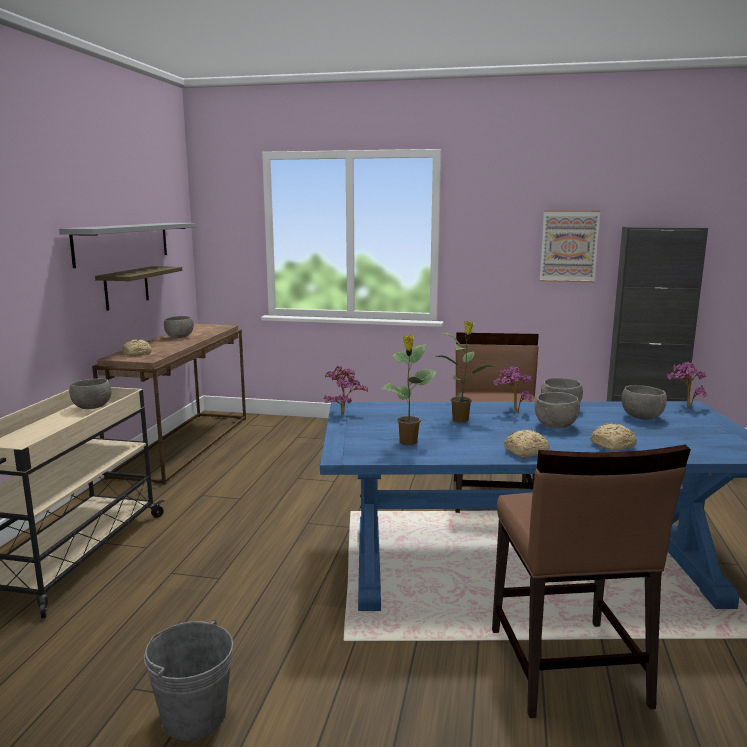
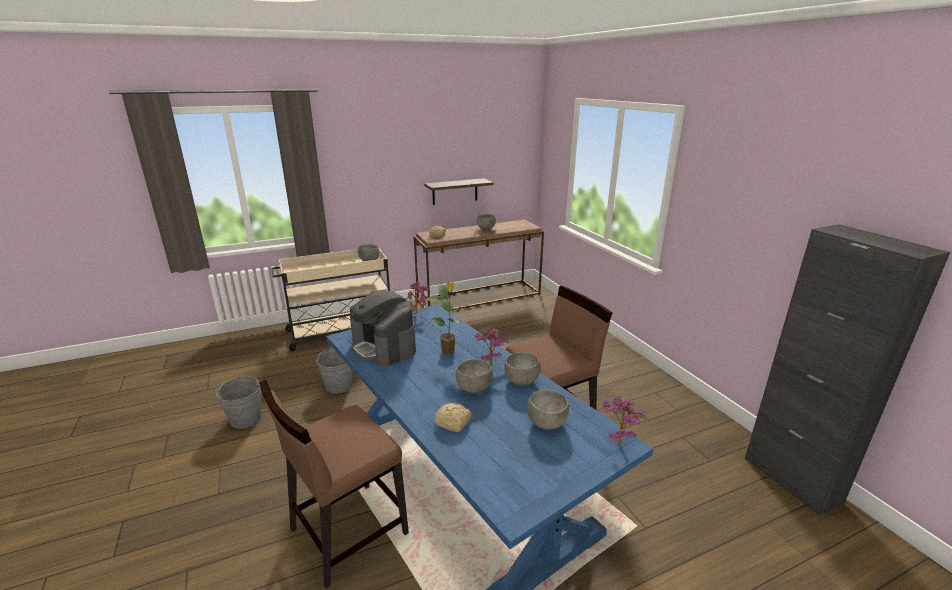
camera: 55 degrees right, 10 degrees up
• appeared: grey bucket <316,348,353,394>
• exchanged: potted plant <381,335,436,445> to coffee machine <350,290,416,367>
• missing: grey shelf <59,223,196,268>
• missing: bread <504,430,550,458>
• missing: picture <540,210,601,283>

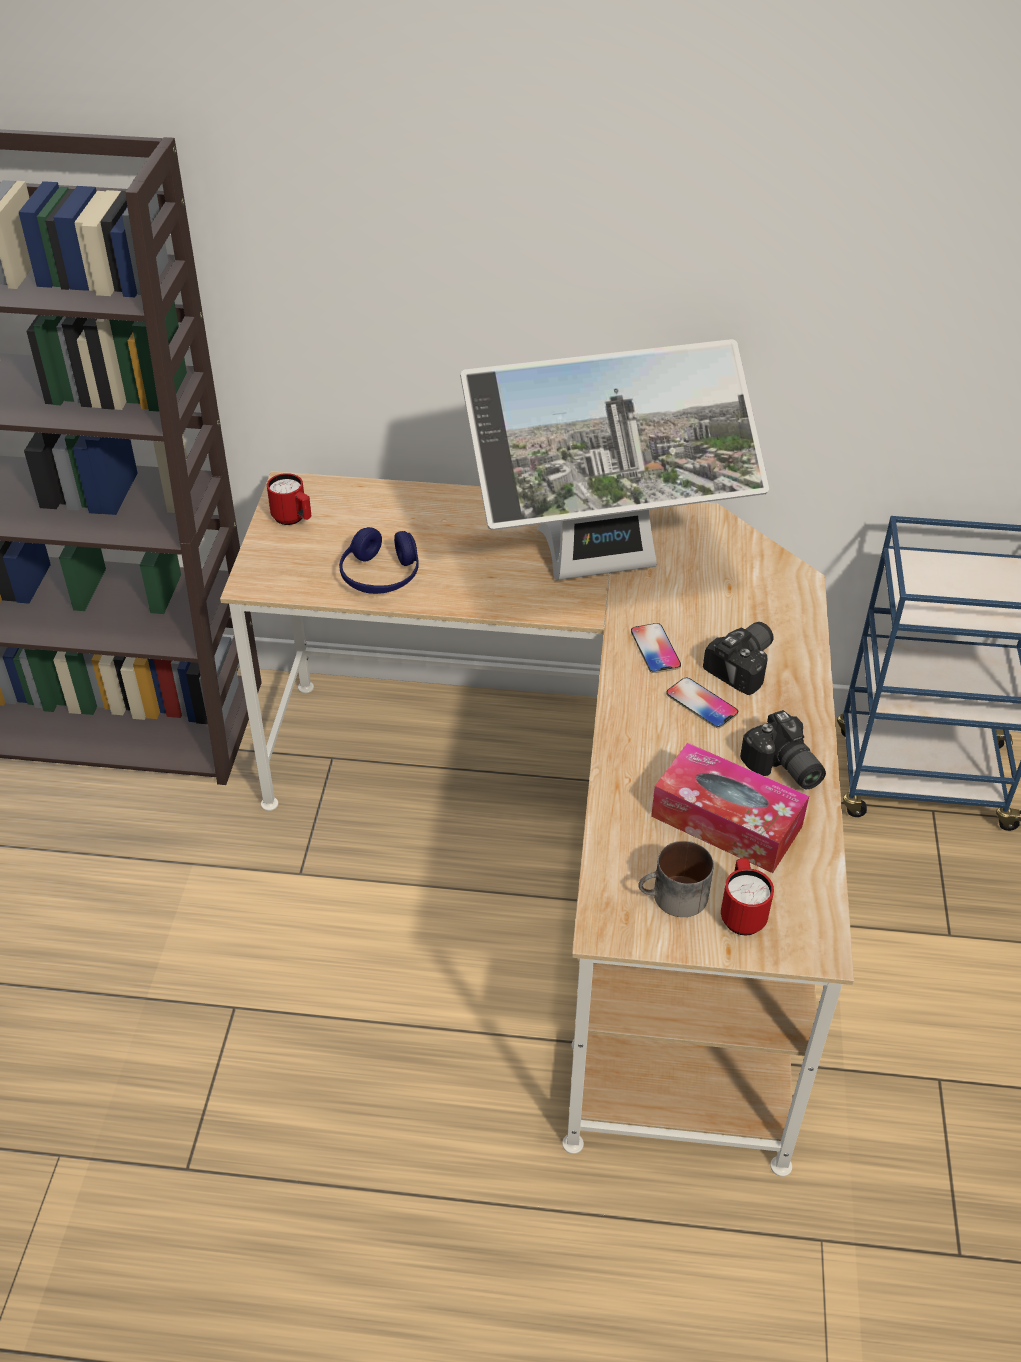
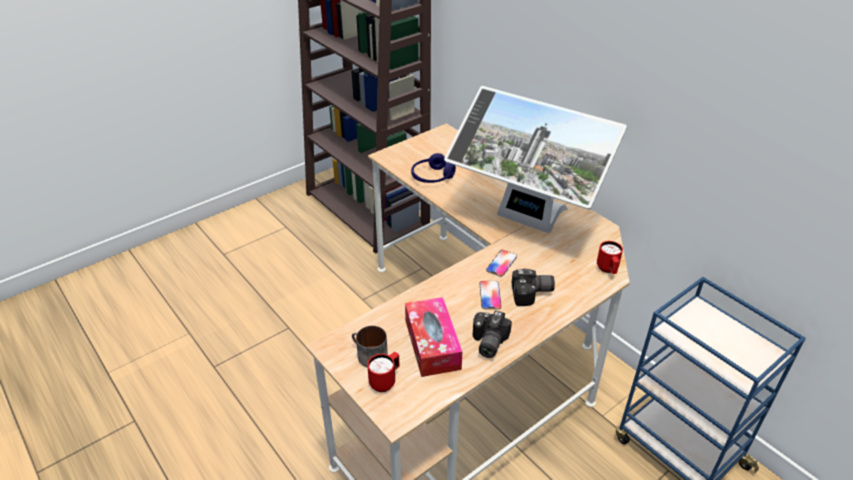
camera: 45 degrees right, 5 degrees down
• relocated: red mug <267,473,311,525> to <597,241,623,274>

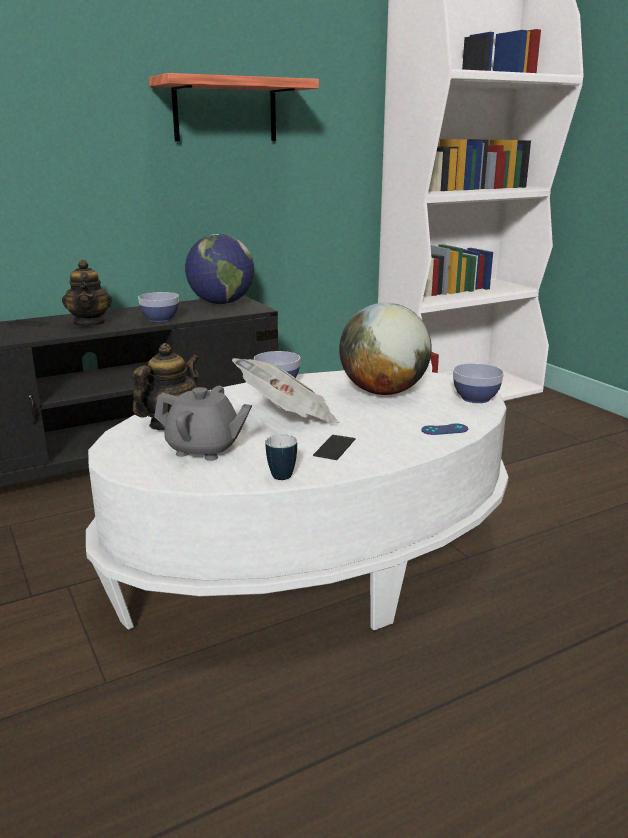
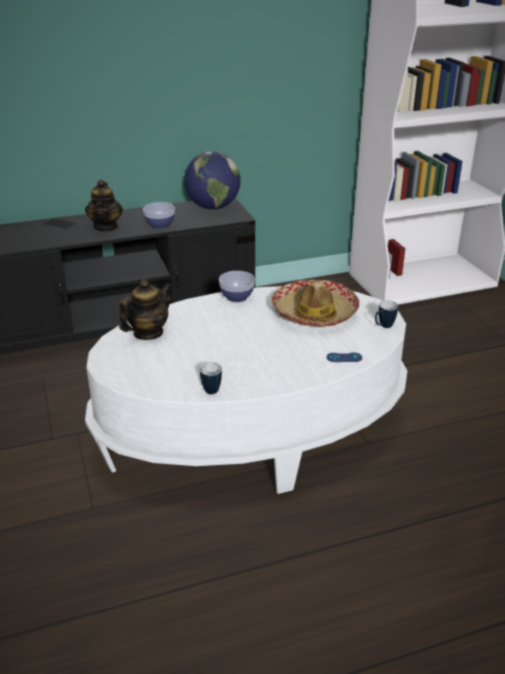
camera: 10 degrees right, 10 degrees up
• exchanged: globe <339,303,432,395> to hat <271,280,360,327>
• exchanged: bowl <453,363,504,403> to mug <375,301,398,328>
• missing: shelf <149,73,319,141>
• missing: grey teapot <154,386,252,461>
• missing: newspaper <232,358,339,423>
• missing: phone <313,435,356,460>

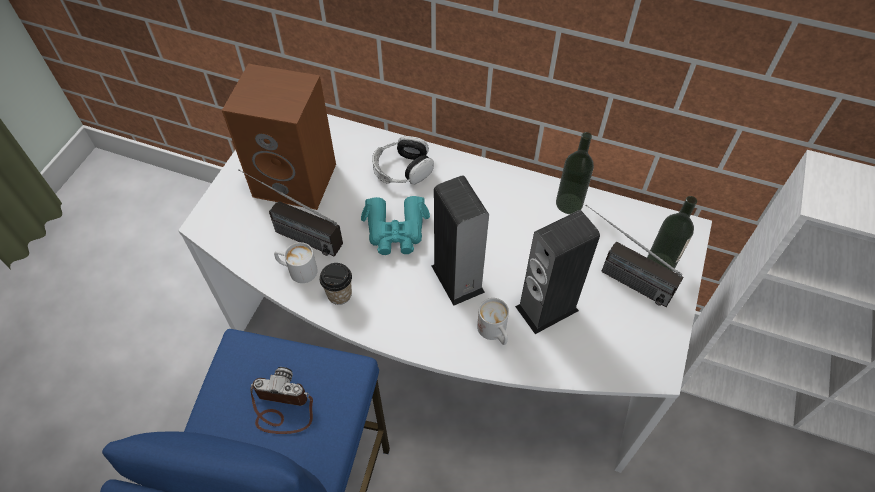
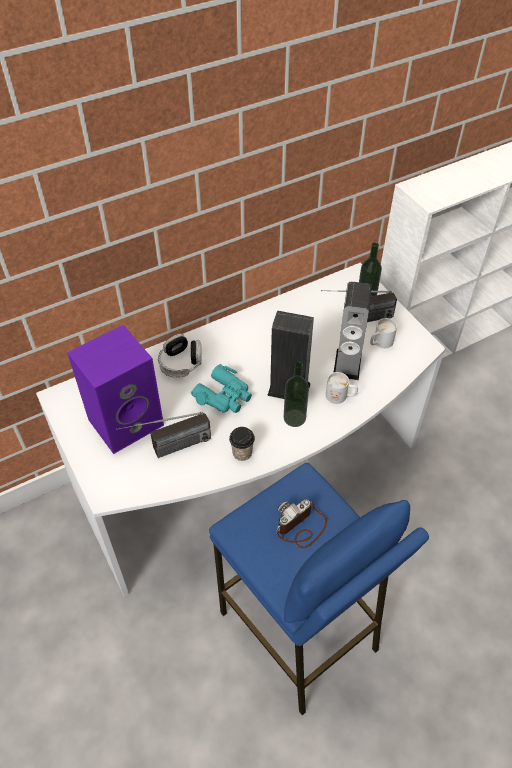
camera: 50 degrees left, 5 degrees down
• colour: brown speaker <222,64,336,210> to purple speaker <67,325,164,454>
• relocated: bottle <556,132,594,214> to <284,362,309,427>
• relocated: white mug <274,242,318,283> to <370,318,397,348>

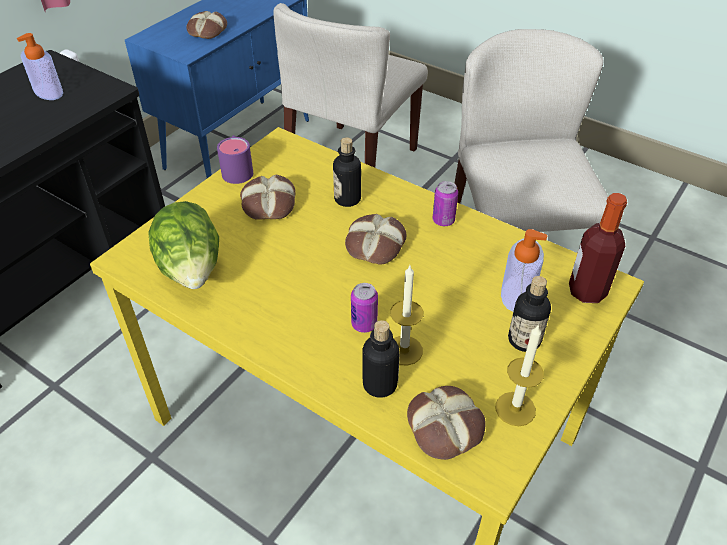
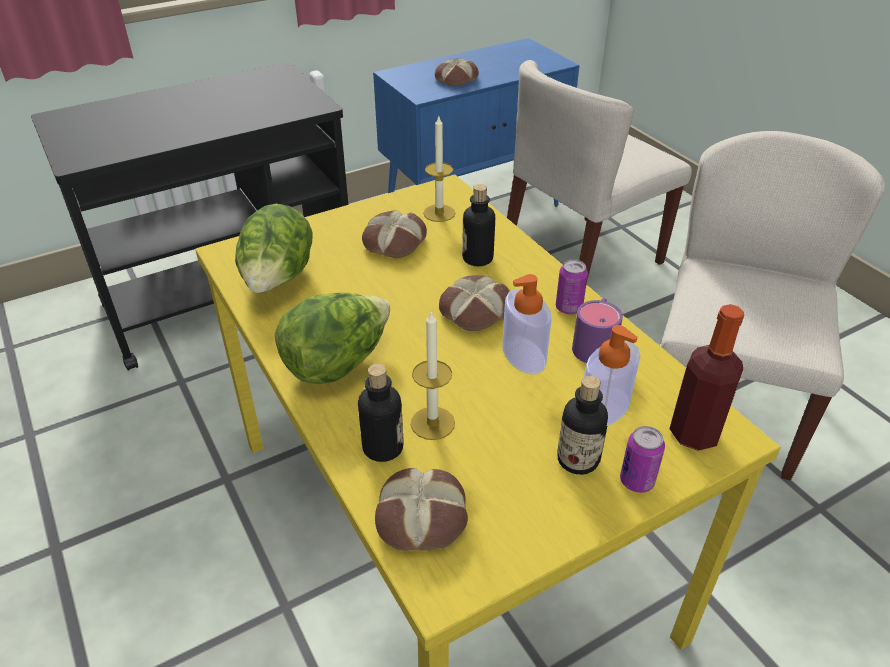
camera: 25 degrees right, 5 degrees down
• appeared: lettuce <275,293,390,384>
• relocated: candle <496,324,544,426> to <423,116,455,222>
• relocated: soap dispenser <17,33,63,100> to <502,274,551,374>
• relocated: purple mug <217,135,253,184> to <572,298,623,363>
• relocated: can <351,283,378,333> to <620,426,665,493>

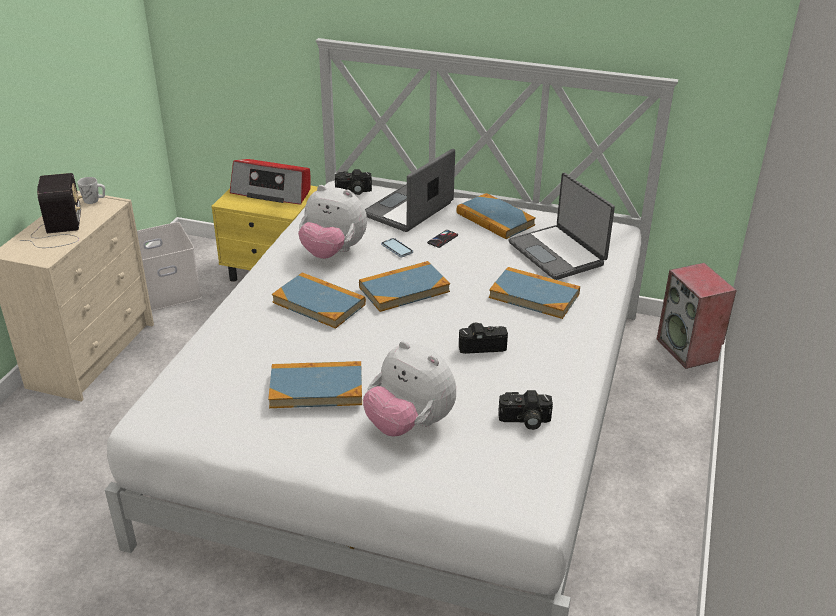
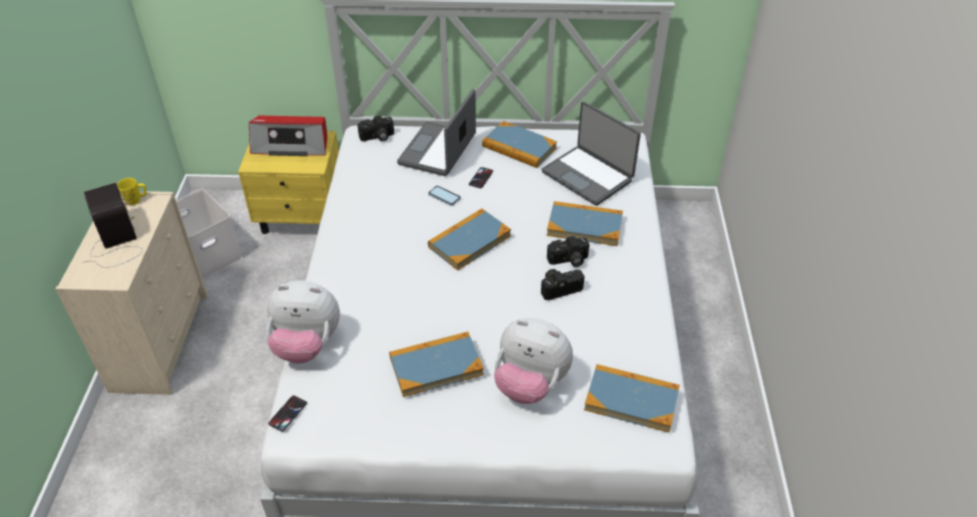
camera: 15 degrees left, 10 degrees up
• colour: white mug <77,177,105,204> to yellow mug <117,178,147,205>
• relocated: plush toy <298,185,367,259> to <266,280,340,364>
• appeared: phone <268,395,307,431>
• relocated: photo camera <498,390,553,430> to <547,236,589,267>
• relocated: book <272,272,366,329> to <584,364,680,433>
• missing: speaker <657,263,737,369>

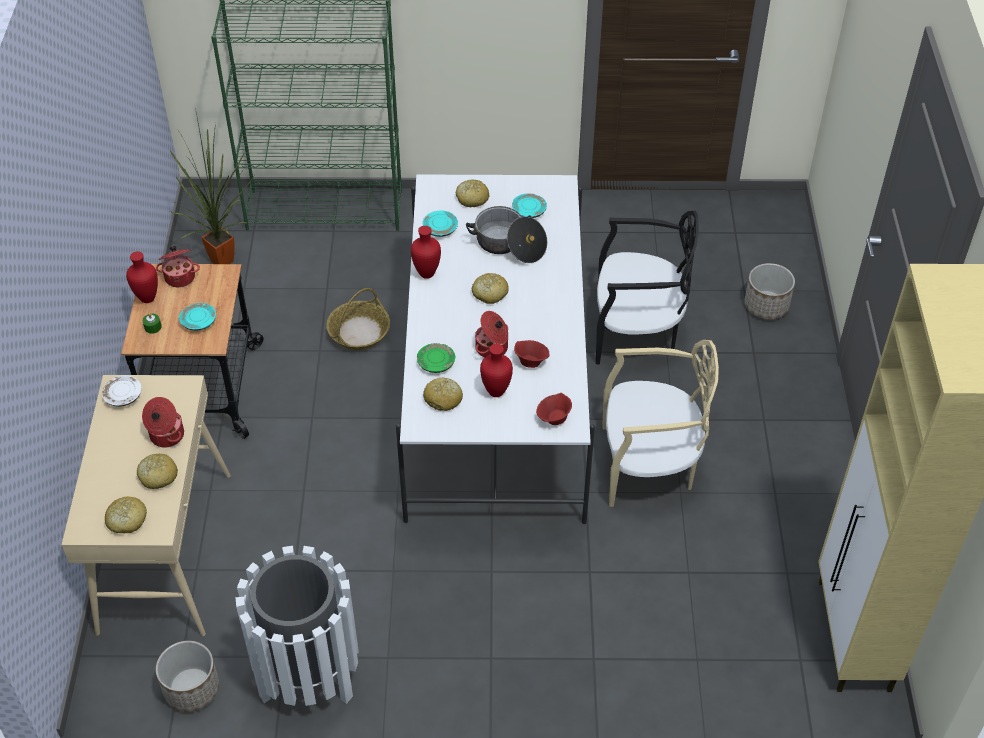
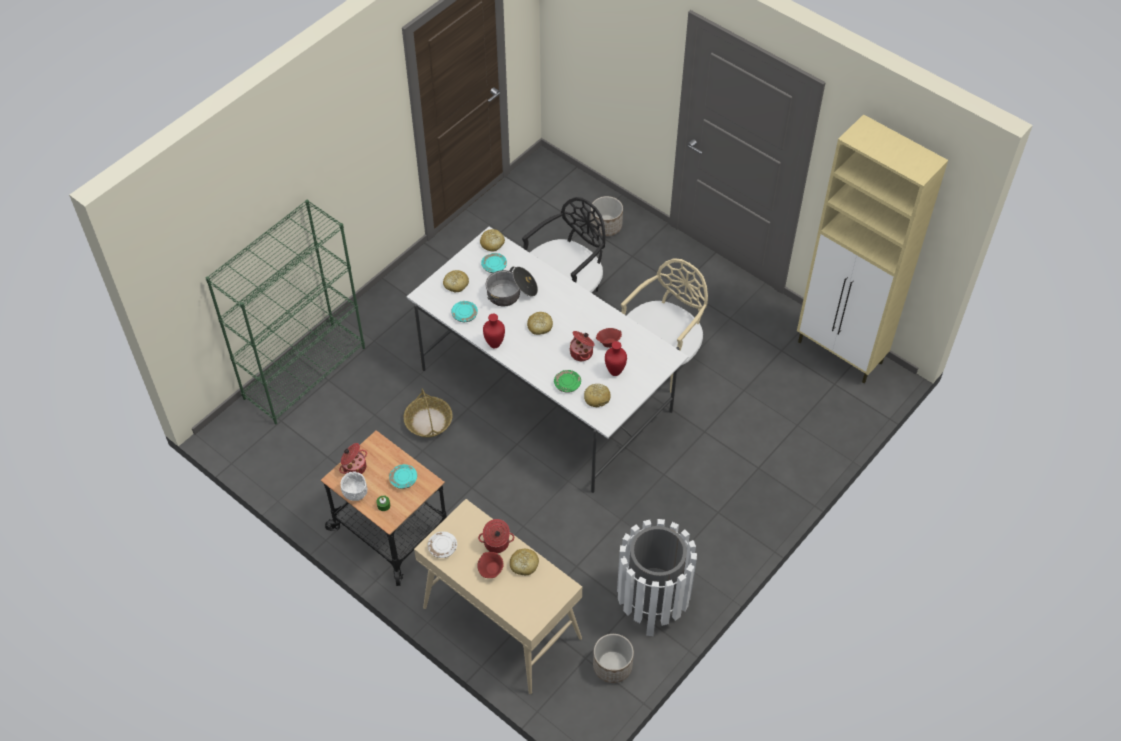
camera: 50 degrees left, 5 degrees up
• exchanged: red vase <126,251,158,303> to white bowl <340,471,367,501>
• relocated: red bowl <536,393,572,425> to <478,552,504,578>
• relocated: bread <105,497,147,533> to <480,229,505,252>
• missing: potted plant <169,108,255,264>

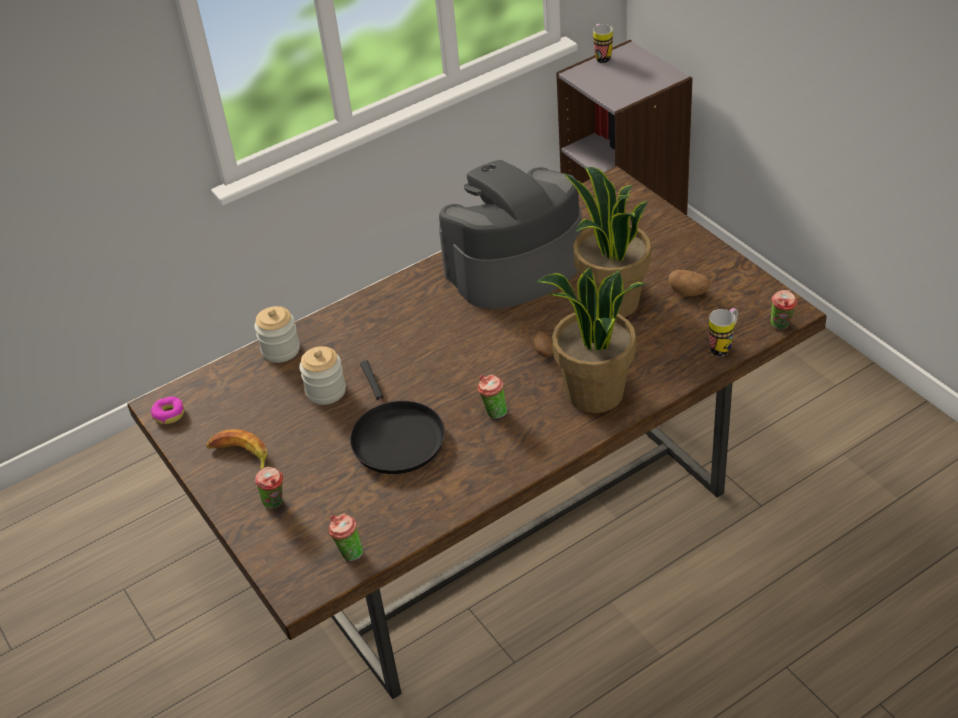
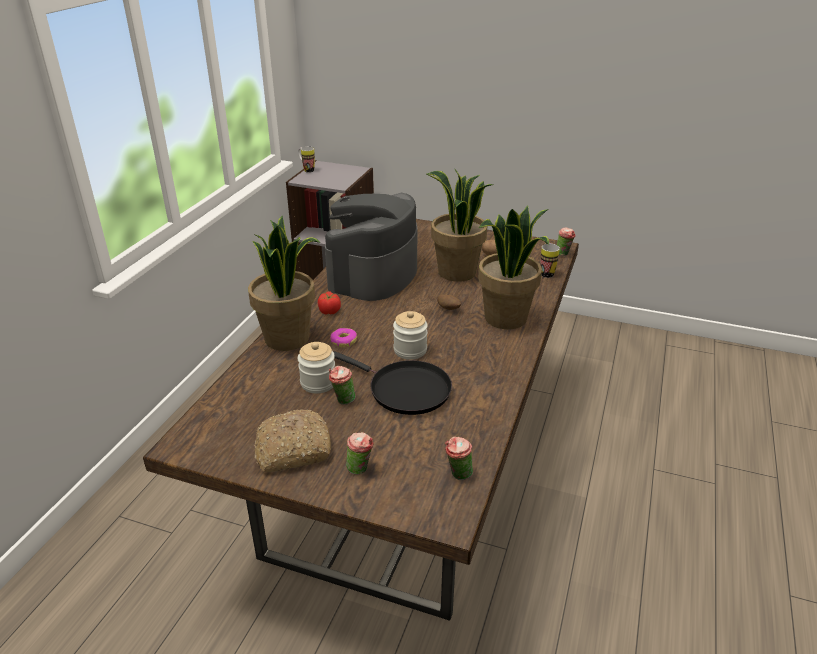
camera: 40 degrees left, 10 degrees down
• appeared: potted plant <248,216,320,351>
• exchanged: banana <206,429,267,470> to bread <254,409,331,472>
• appeared: tomato <318,292,341,315>
• relocated: cup <478,375,507,419> to <329,366,356,405>
• relocated: donut <151,397,184,424> to <330,328,357,347>
• relocated: jar <254,306,300,363> to <393,311,428,360>

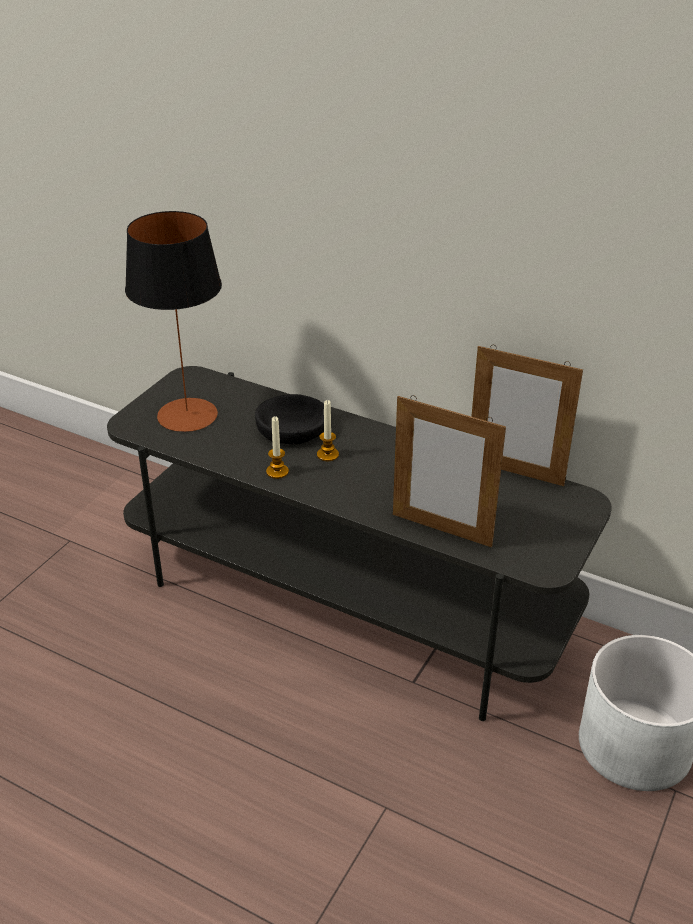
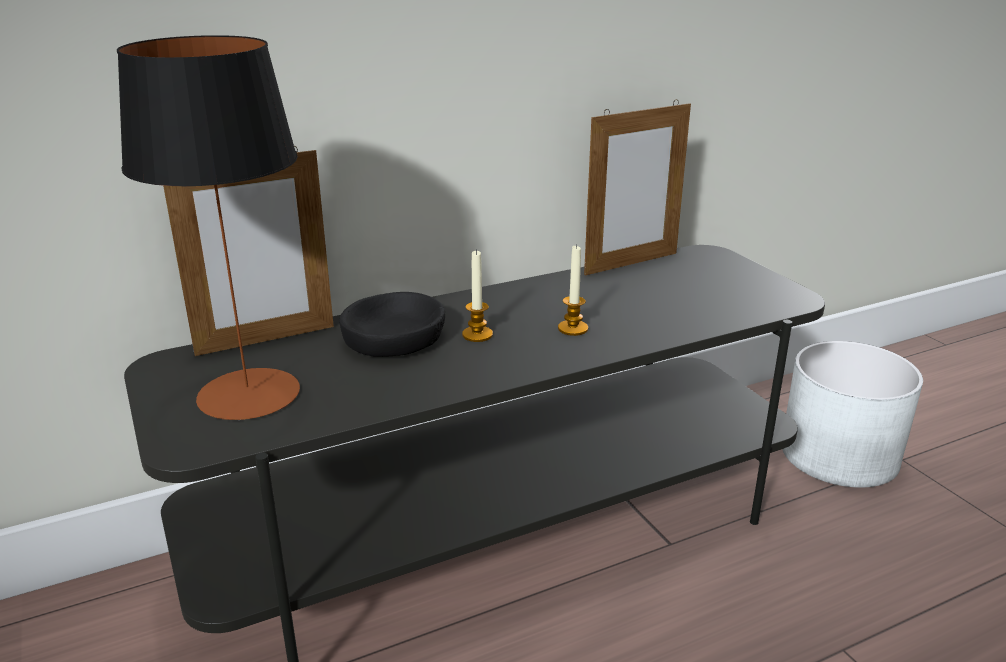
camera: 55 degrees left, 10 degrees down
• relocated: picture frame <393,395,506,547> to <163,146,334,356>
• relocated: candle <266,416,289,479> to <558,245,588,336>

